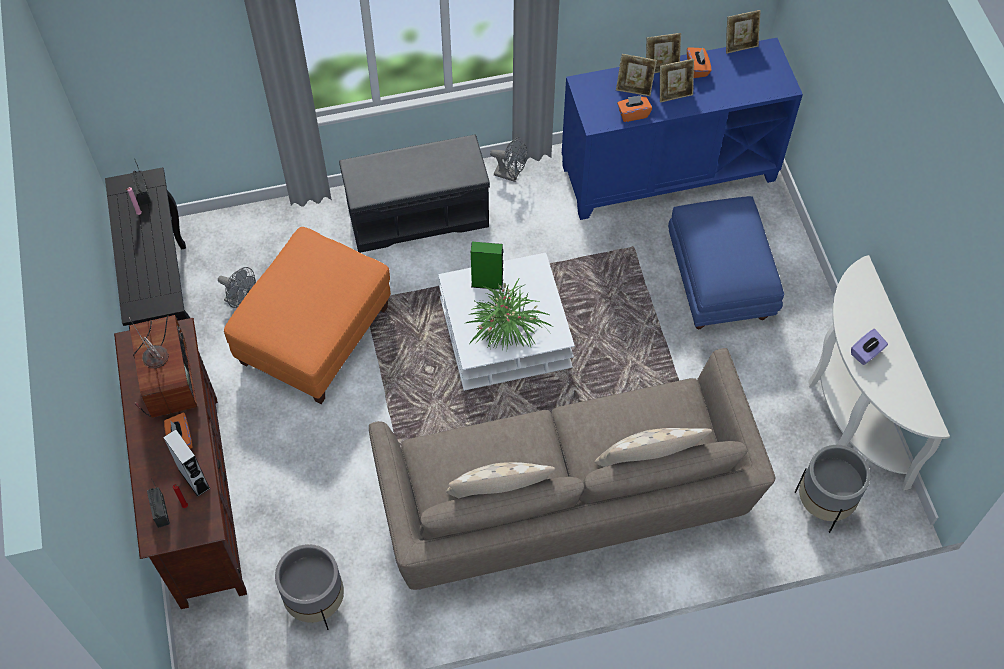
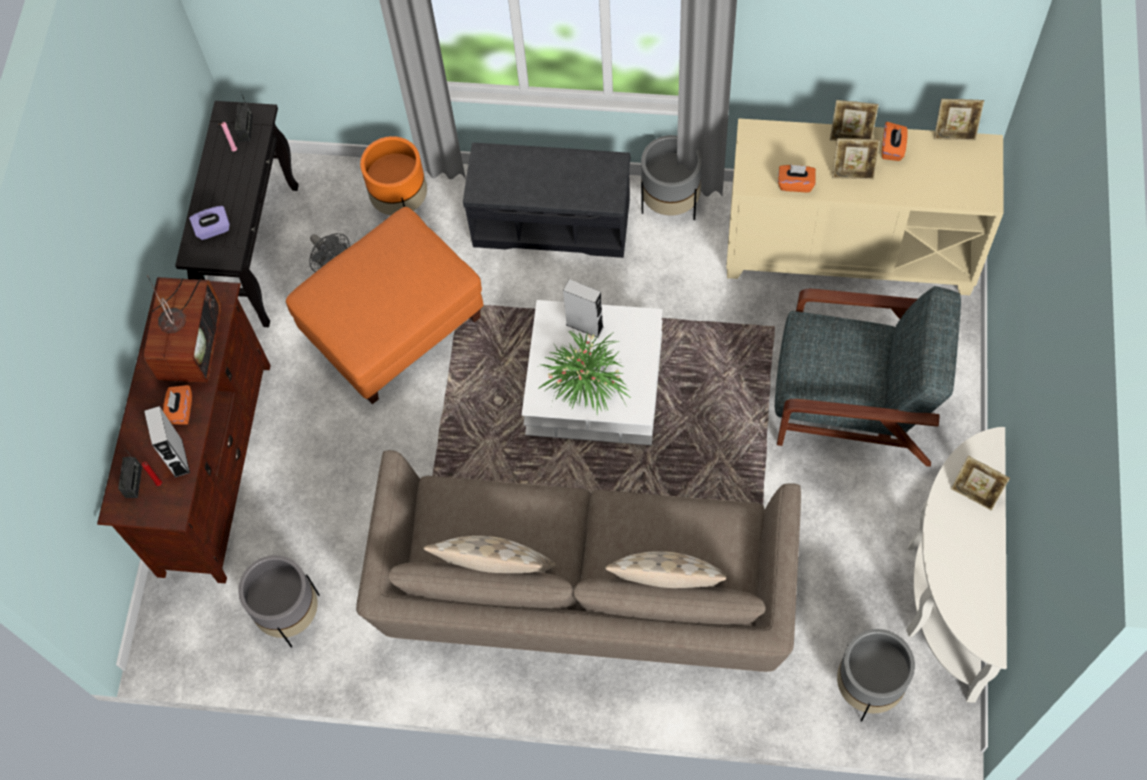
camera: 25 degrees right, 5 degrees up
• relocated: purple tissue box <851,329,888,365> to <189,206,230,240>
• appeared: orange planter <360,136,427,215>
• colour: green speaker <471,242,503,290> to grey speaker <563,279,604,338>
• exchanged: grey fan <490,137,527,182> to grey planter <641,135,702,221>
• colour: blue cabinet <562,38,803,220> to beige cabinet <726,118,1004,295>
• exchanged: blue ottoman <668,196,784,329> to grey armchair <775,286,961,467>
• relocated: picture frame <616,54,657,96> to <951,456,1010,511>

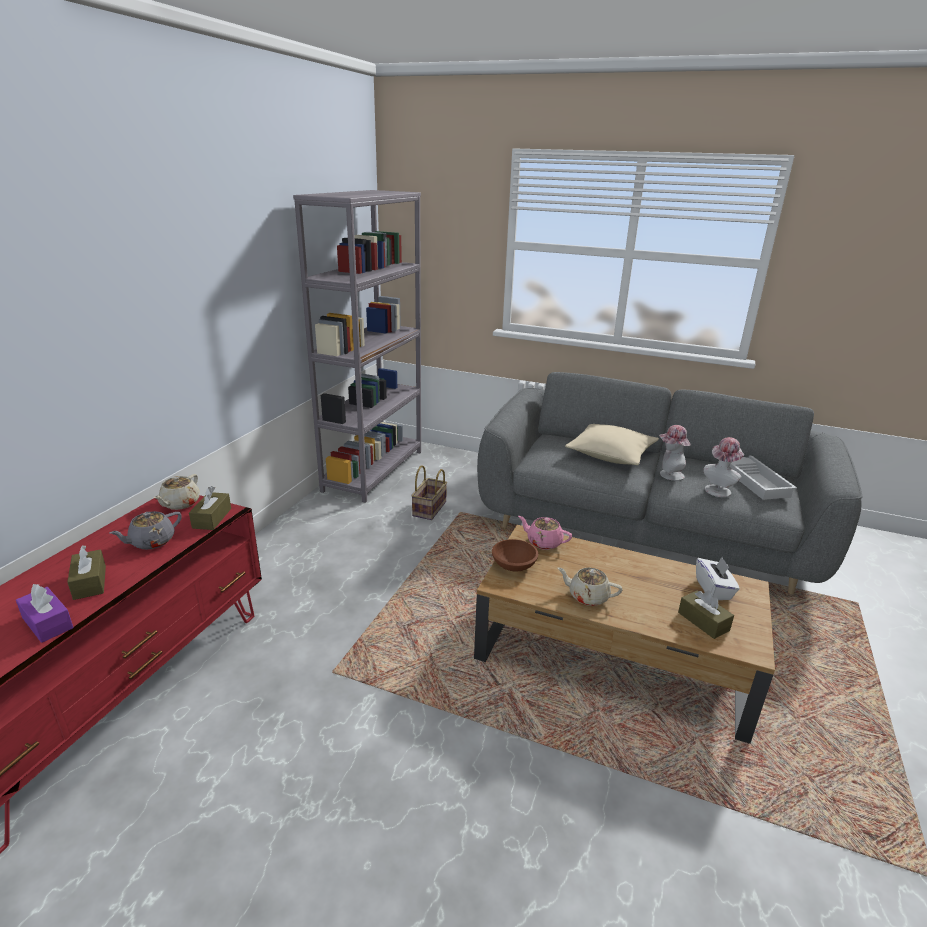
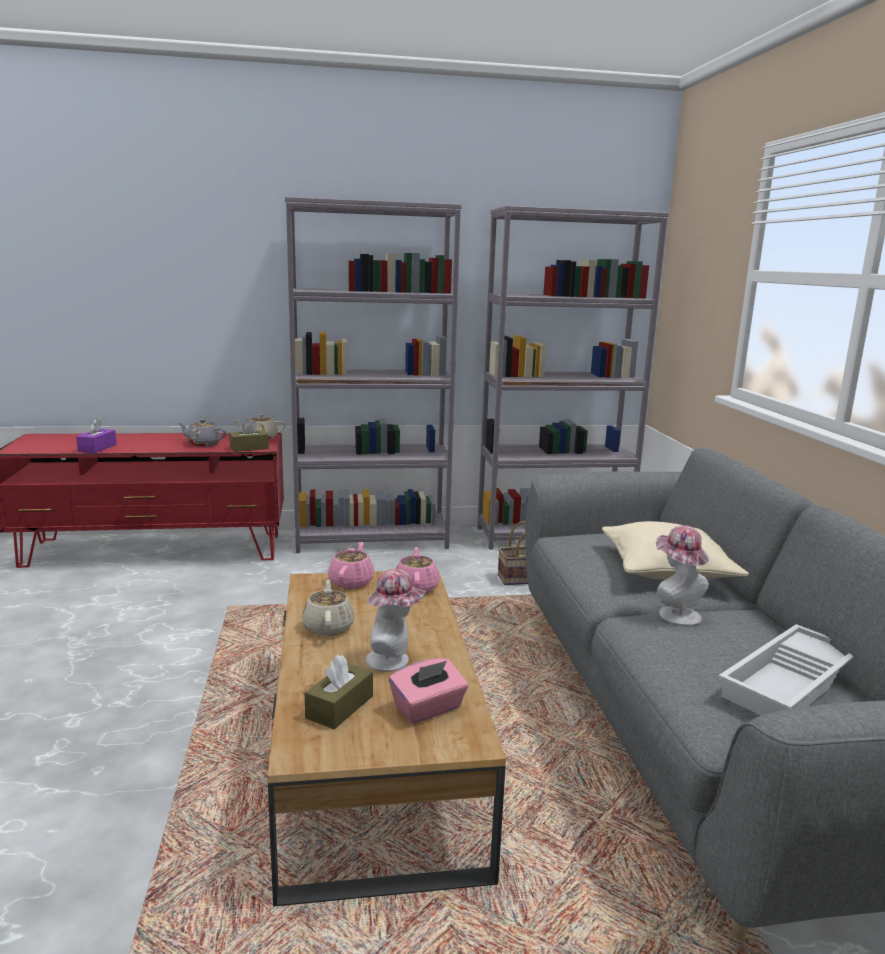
camera: 60 degrees right, 10 degrees down
• appeared: grey bookcase <285,197,462,553>
• exchanged: brown bowl <492,539,538,572> to pink teapot <328,542,374,589>
• relocated: hat <703,437,745,497> to <366,569,426,672>
• colour: white tissue box <696,557,740,600> to pink tissue box <389,658,469,724>
• missing: brown tissue box <67,545,106,600>

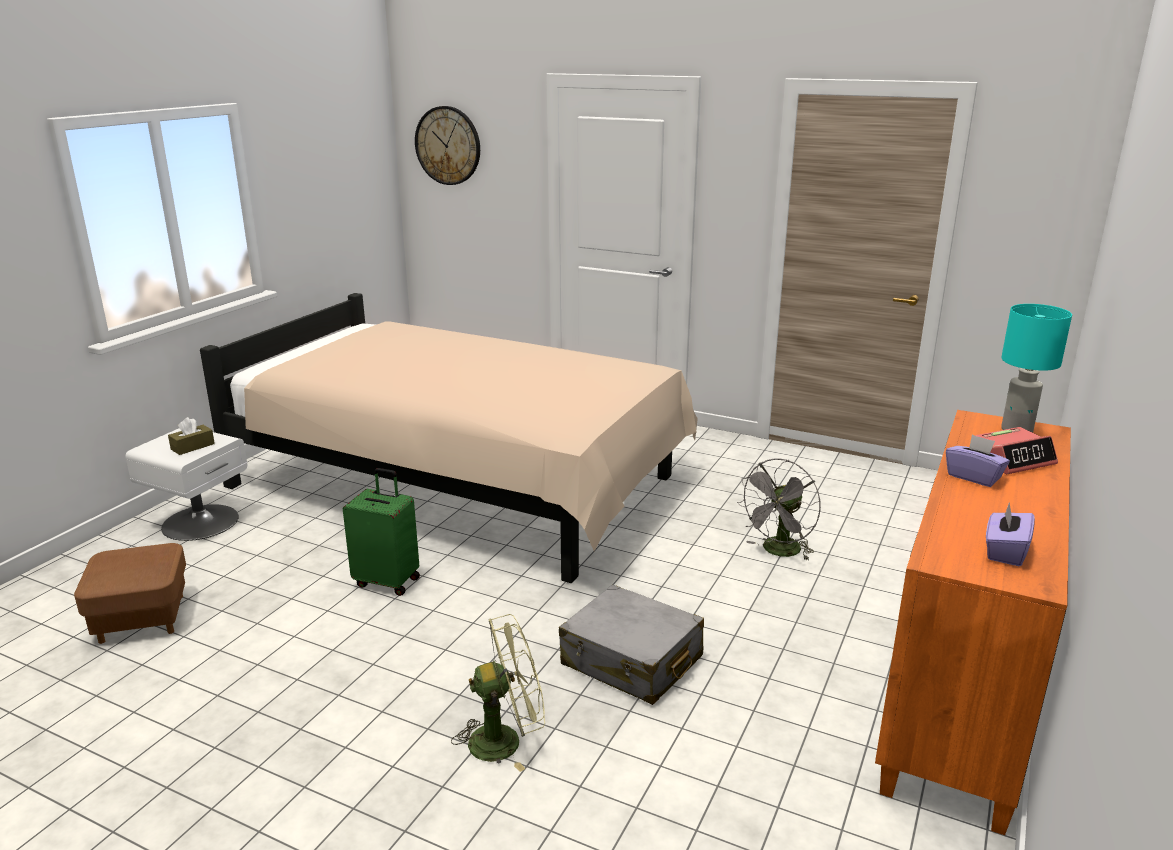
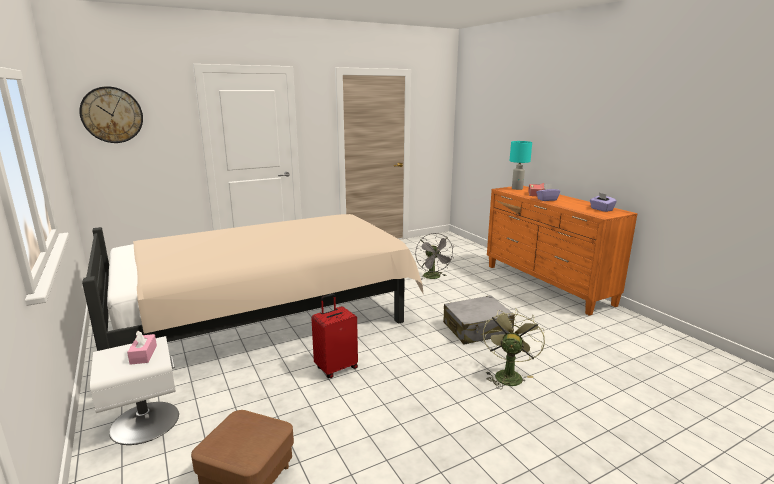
camera: 55 degrees left, 5 degrees down
• colour: brown tissue box <168,417,215,455> to pink tissue box <127,331,157,365>
• colour: green suitcase <343,468,420,596> to red suitcase <311,294,358,378>

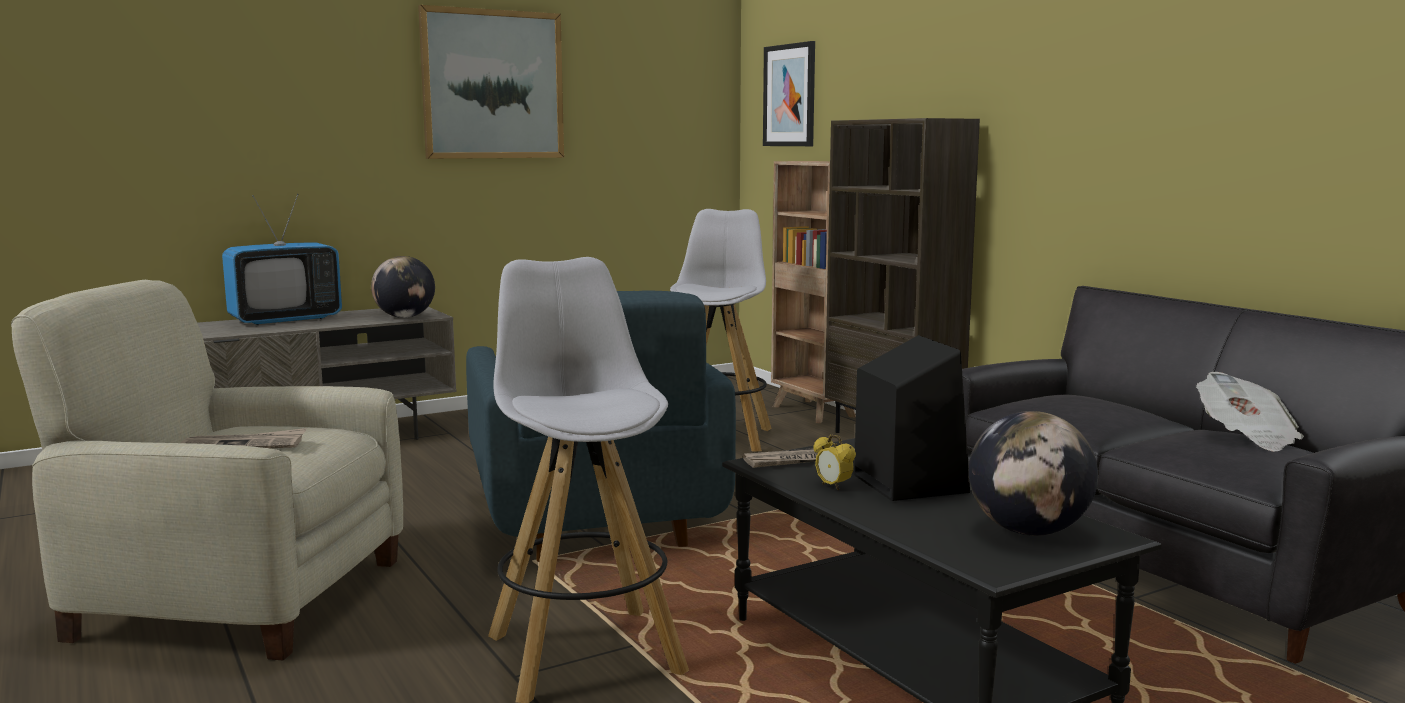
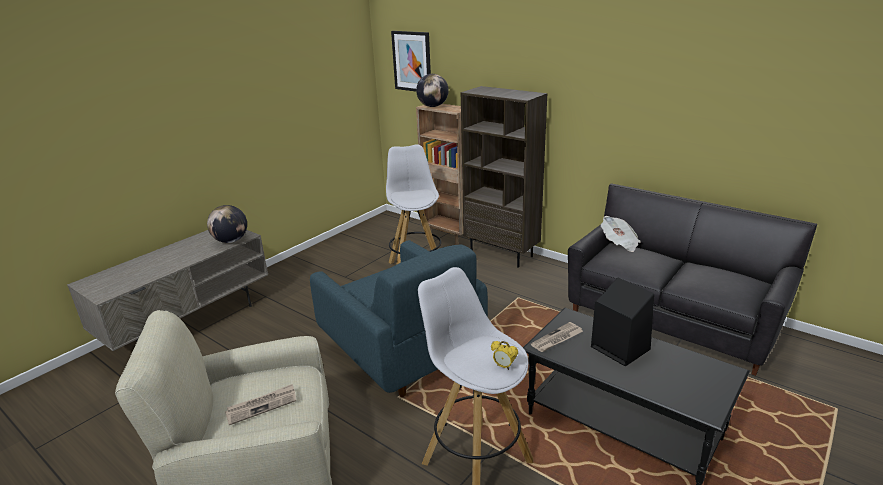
camera: 20 degrees left, 15 degrees up
• relocated: globe <969,411,1098,536> to <416,74,449,107>
• relocated: alarm clock <813,434,856,490> to <491,341,518,370>
• relocated: newspaper <1196,372,1304,452> to <601,216,641,252>
• missing: television <222,194,342,325>
• missing: picture <418,5,564,159>

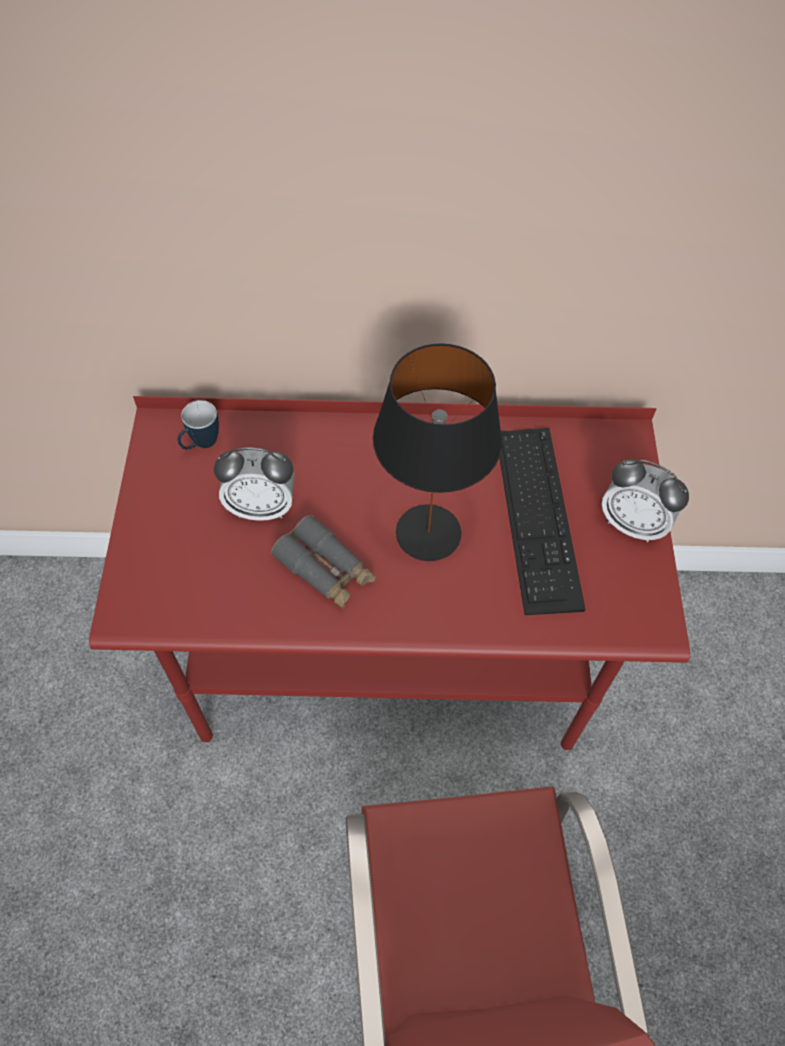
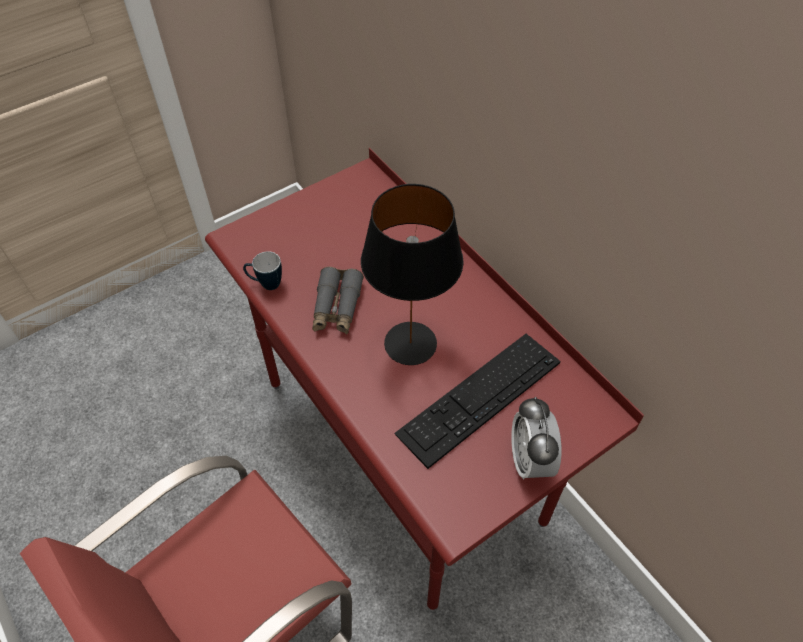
camera: 55 degrees right, 5 degrees down
• relocated: mug <177,400,219,449> to <243,251,282,290>
• missing: alarm clock <214,447,295,521>

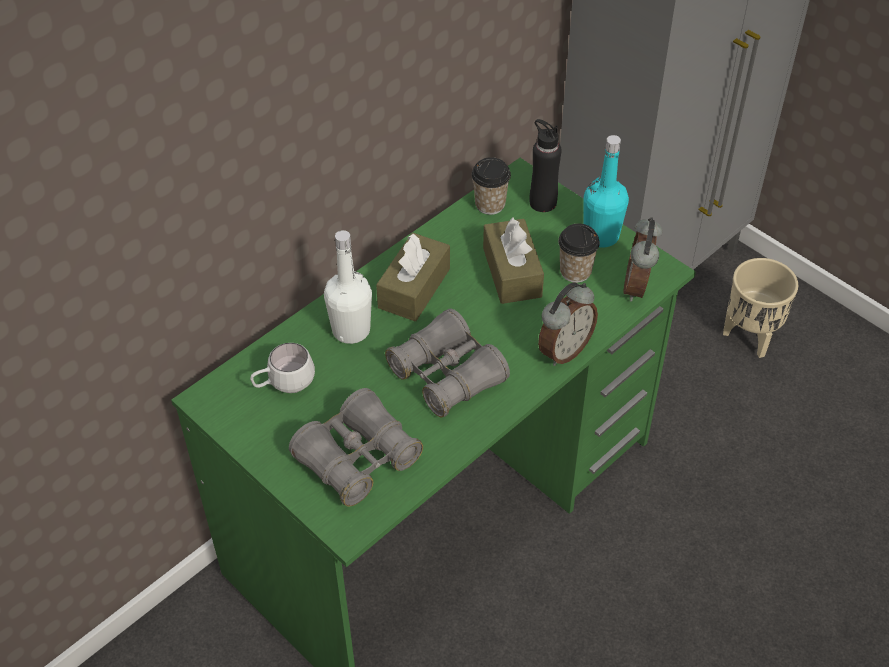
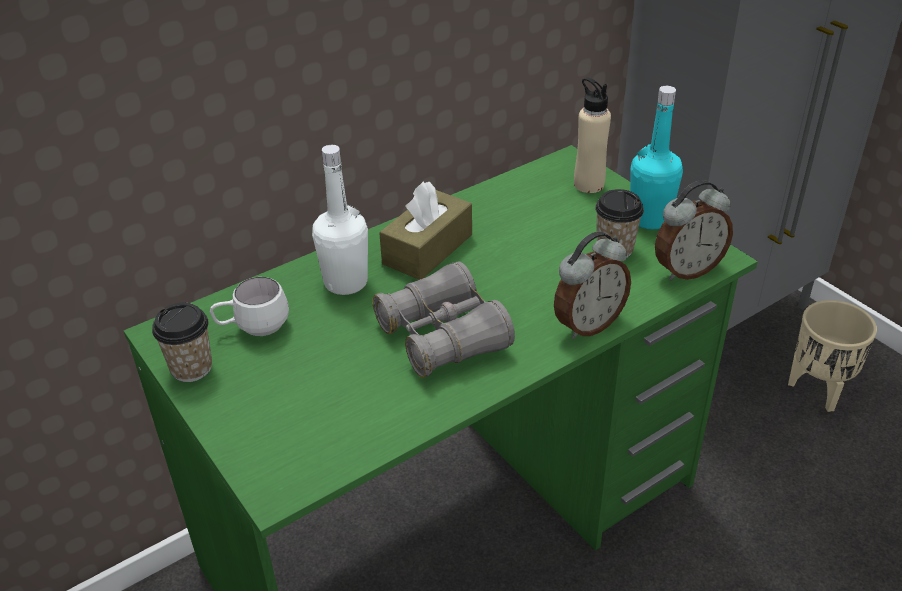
camera: 10 degrees right, 10 degrees down
• relocated: cup <471,157,511,215> to <152,303,212,382>
• colour: black bottle <529,119,562,212> to beige bottle <574,77,611,193>
• spun: alarm clock <624,217,662,302> = <655,180,733,281> 135 degrees counterclockwise
• missing: grey binoculars <289,388,423,507>
• missing: brown tissue box <483,218,544,304>

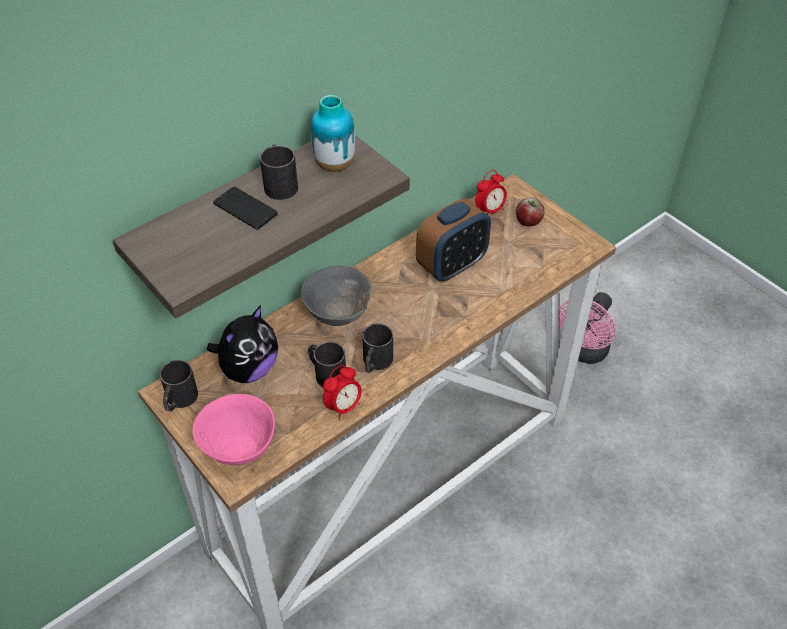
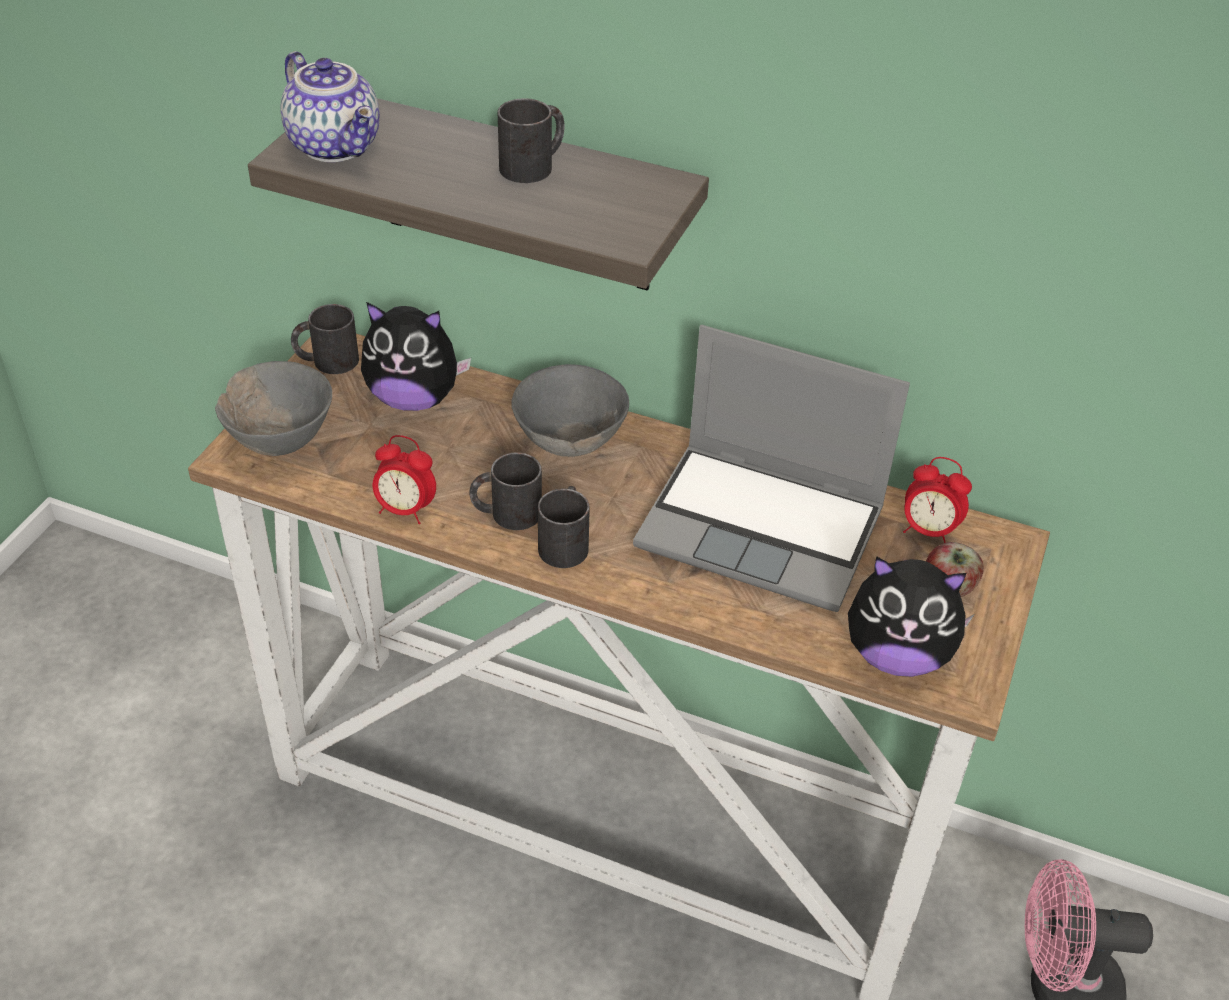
camera: 60 degrees right, 5 degrees down
• colour: pink bowl <192,394,275,465> to grey bowl <215,361,332,456>
• appeared: teapot <280,51,380,162>
• relocated: black mug <308,341,346,387> to <538,486,590,568>
• exchanged: alarm clock <416,198,491,282> to laptop <633,325,910,612>
• appeared: plush toy <848,556,974,677>
• missing: phone <213,187,278,229>
• missing: vase <311,95,355,172>

